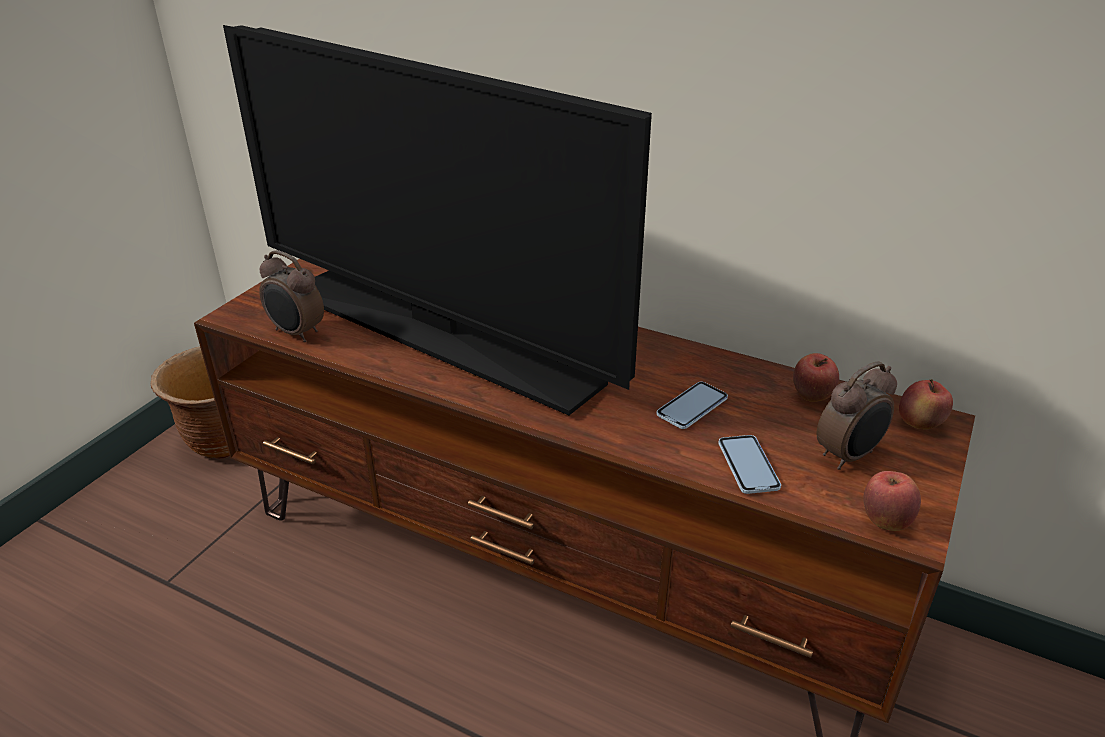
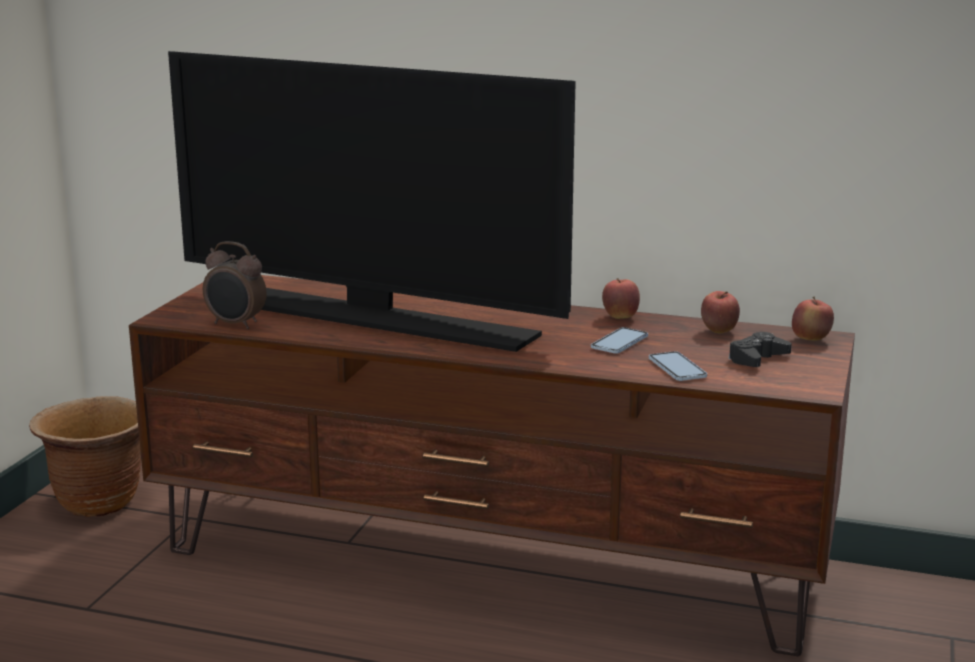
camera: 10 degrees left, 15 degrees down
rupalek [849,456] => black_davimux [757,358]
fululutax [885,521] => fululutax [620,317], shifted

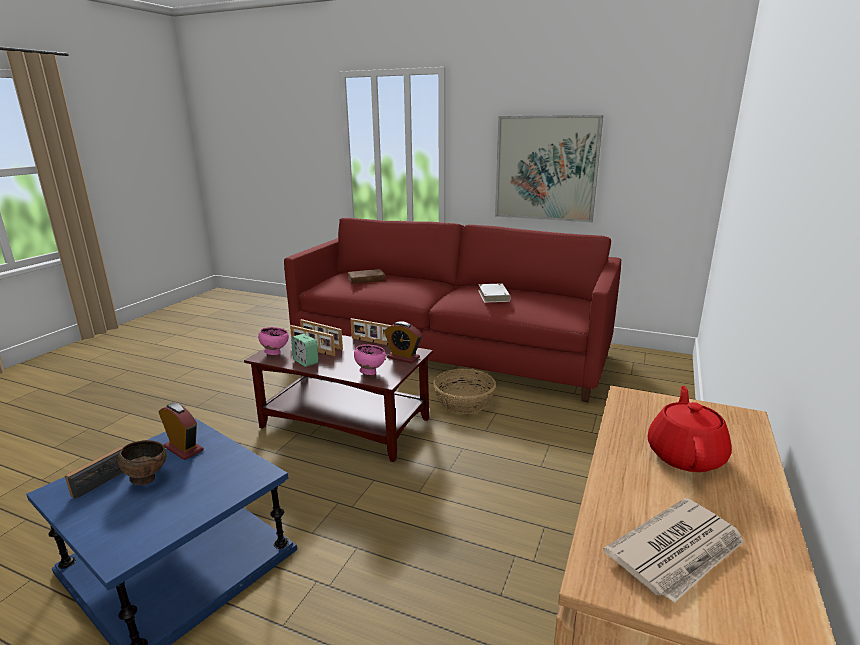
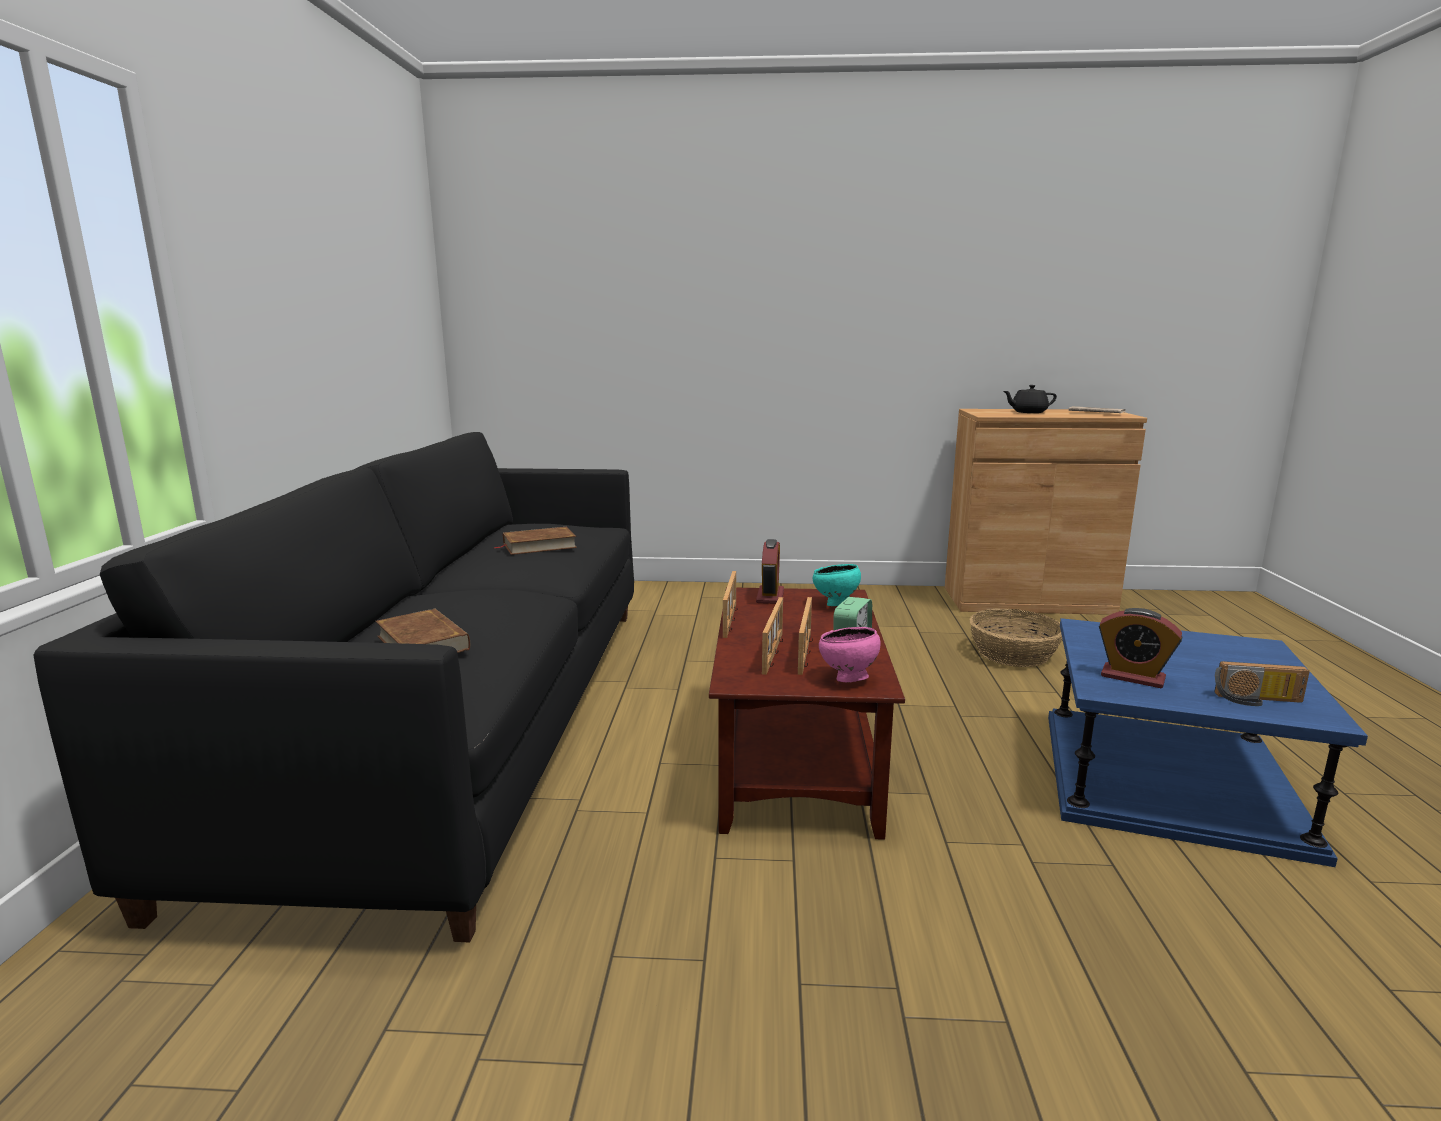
camera: 110 degrees left, 5 degrees down
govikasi [546,168] => nothing
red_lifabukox [450,351] => black_lifabukox [464,719]
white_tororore [494,296] => brown_tororore [539,545]
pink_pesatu [370,372] => turquoise_pesatu [835,605]
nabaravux [464,402] => nabaravux [1013,653], shifted
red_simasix [685,455] => black_simasix [1028,412]
rupalek [183,449] => rupalek [1132,677], 75 degrees counterclockwise
brown_pesatu [147,479] => nothing

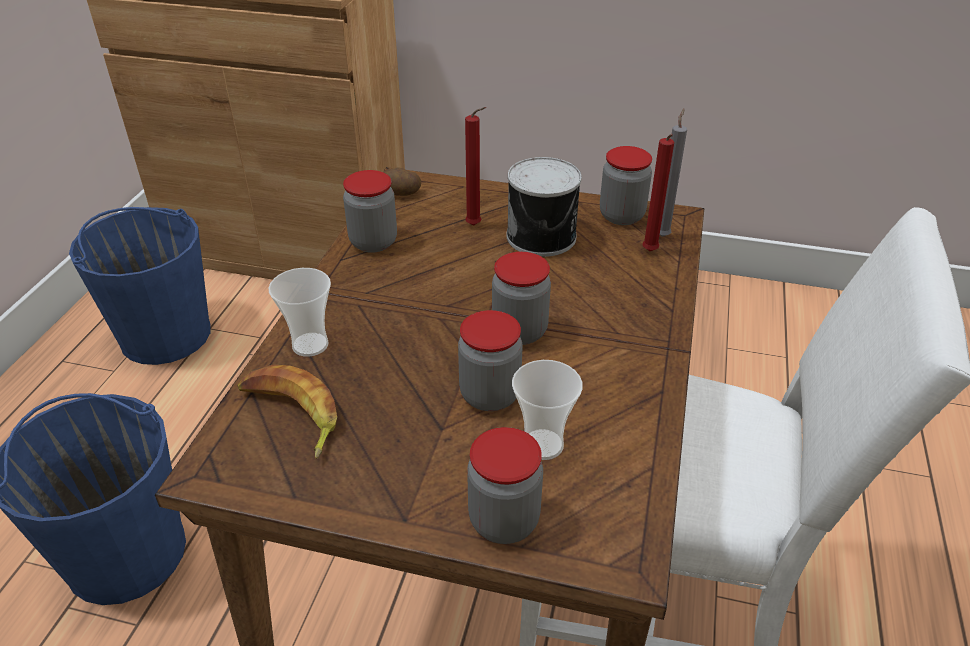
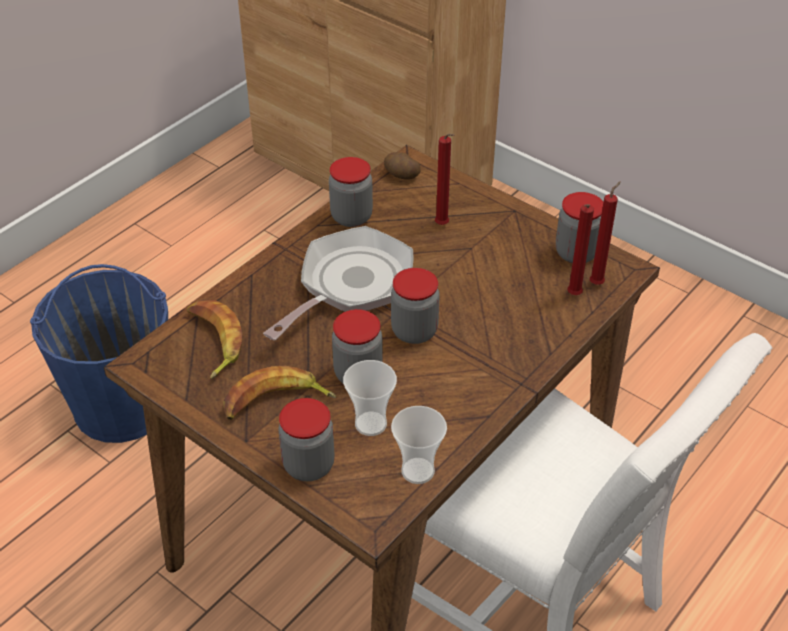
camera: 25 degrees right, 5 degrees up
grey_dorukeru [662,235] => red_dorukeru [598,283]
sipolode [543,237] => nothing
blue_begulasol [165,334] => nothing
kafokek [310,345] => kafokek [418,471], shifted
nothing => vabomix [350,285]
nothing => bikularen [276,402]

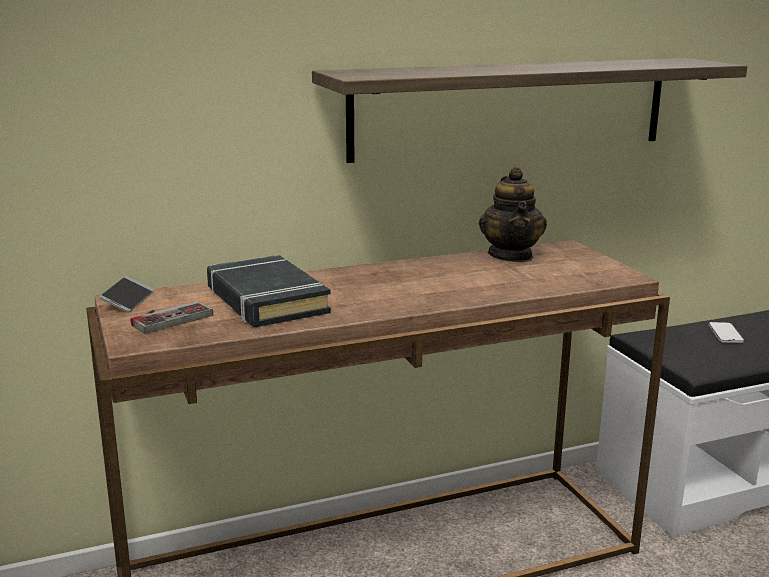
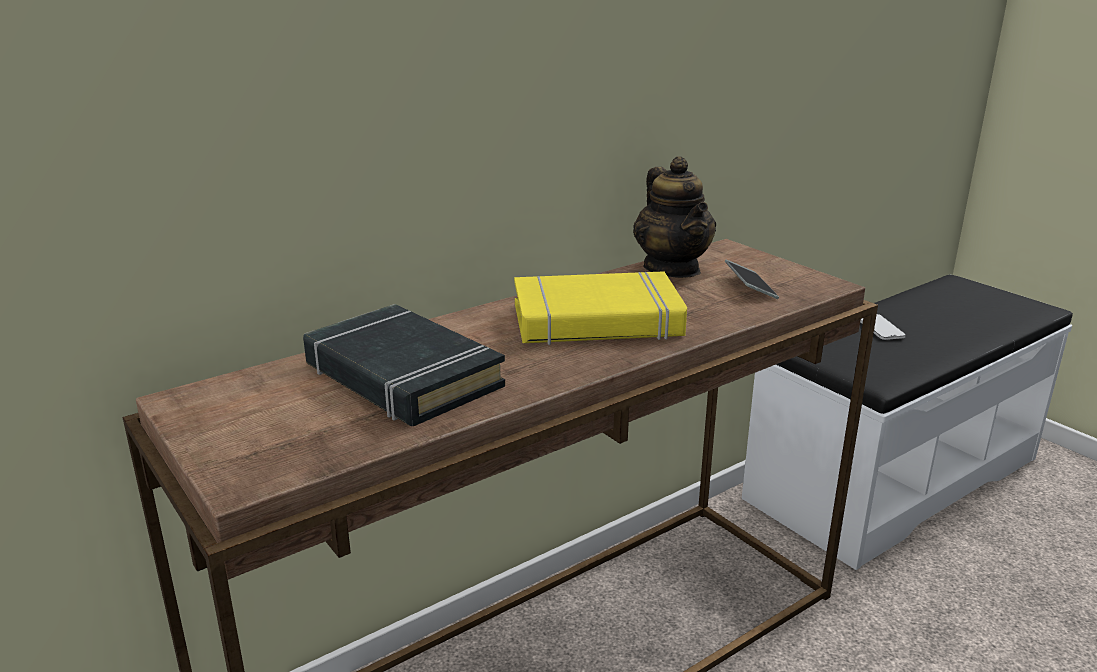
camera: 15 degrees left, 5 degrees up
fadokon [512,107] => nothing
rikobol [128,301] => rikobol [750,287], shifted
davimux [168,317] => nothing
nothing => yellow_tororore [597,321]

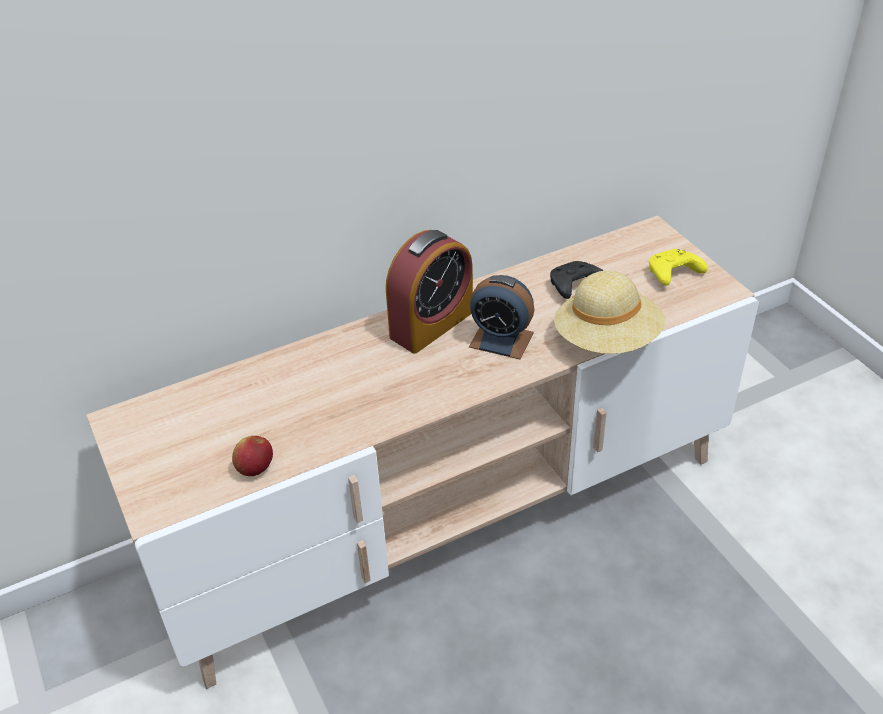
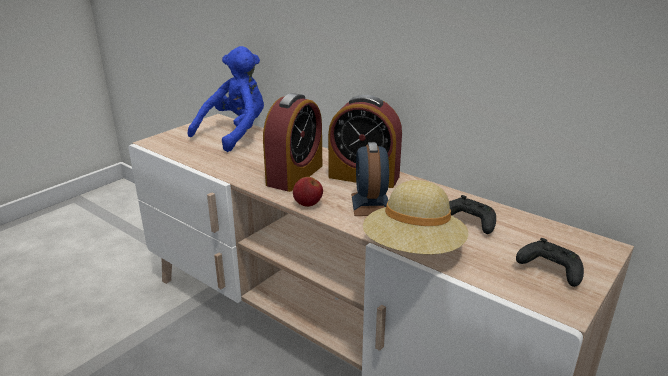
camera: 65 degrees right, 15 degrees down
yellow_davimux [672,275] => black_davimux [548,270]
fululutax [255,468] => fululutax [308,204], shifted
nothing => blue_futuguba [235,134]
nothing => rupalek [295,175]

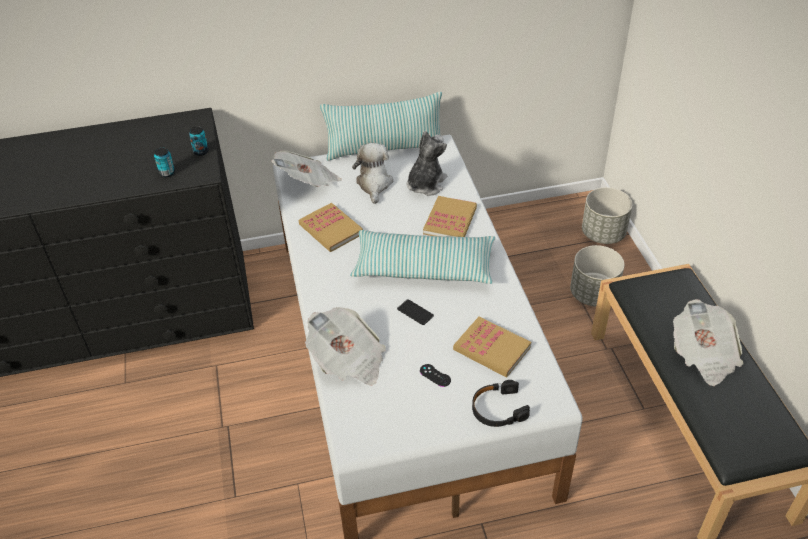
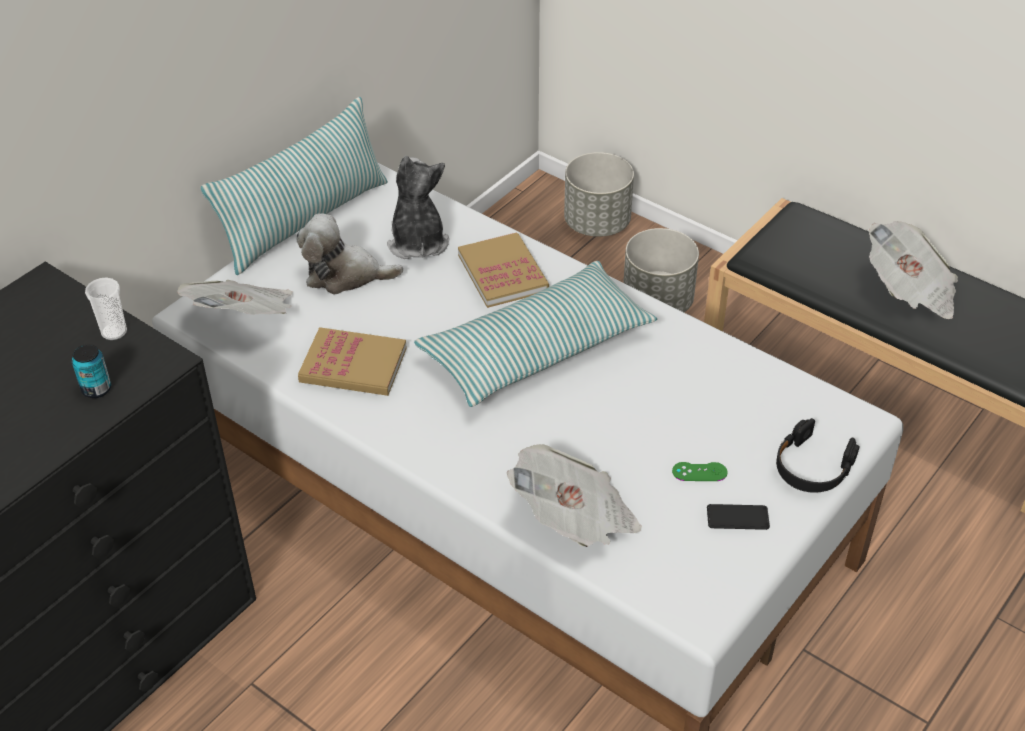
camera: 40 degrees left, 0 degrees up
sipolode [201,151] => kafokek [114,332]
futuguba [374,184] => futuguba [345,275], 45 degrees counterclockwise
rikobol [415,312] => rikobol [737,518], shifted
tororore [492,348] => nothing
black_davimux [435,375] => green_davimux [699,472]

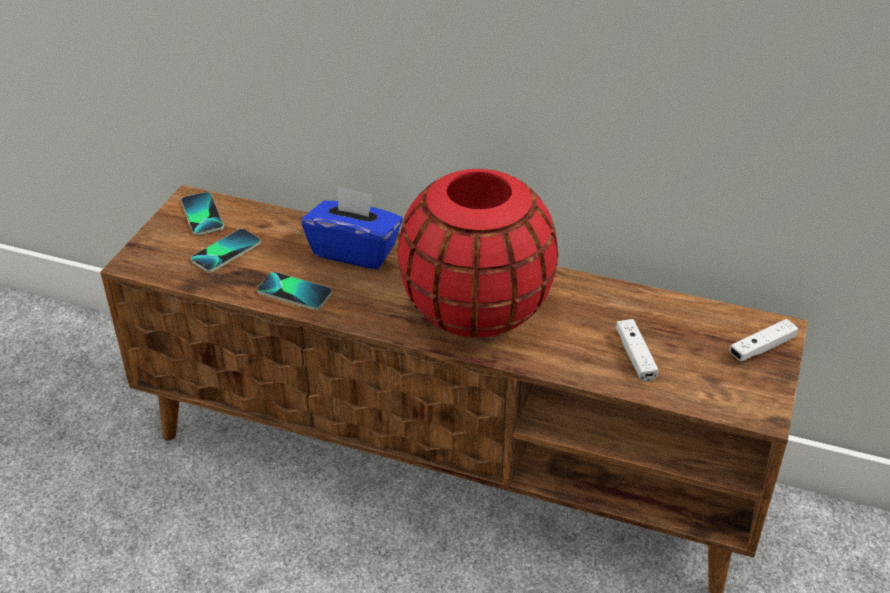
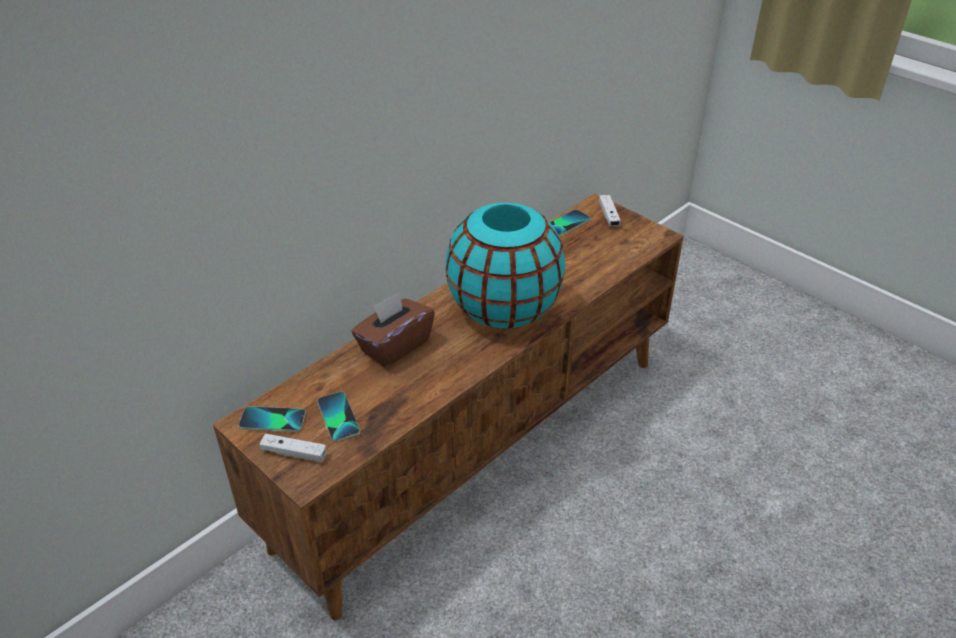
camera: 65 degrees left, 0 degrees up
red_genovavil [476,310] => turquoise_genovavil [503,308]
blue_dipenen [355,251] => brown_dipenen [394,346]
rikobol [294,292] => rikobol [567,224], shifted
white_davimux [635,356] => white_davimux [294,453], shifted

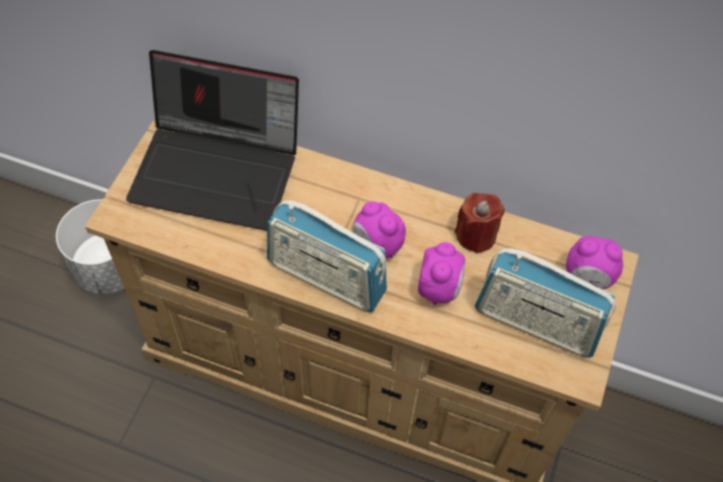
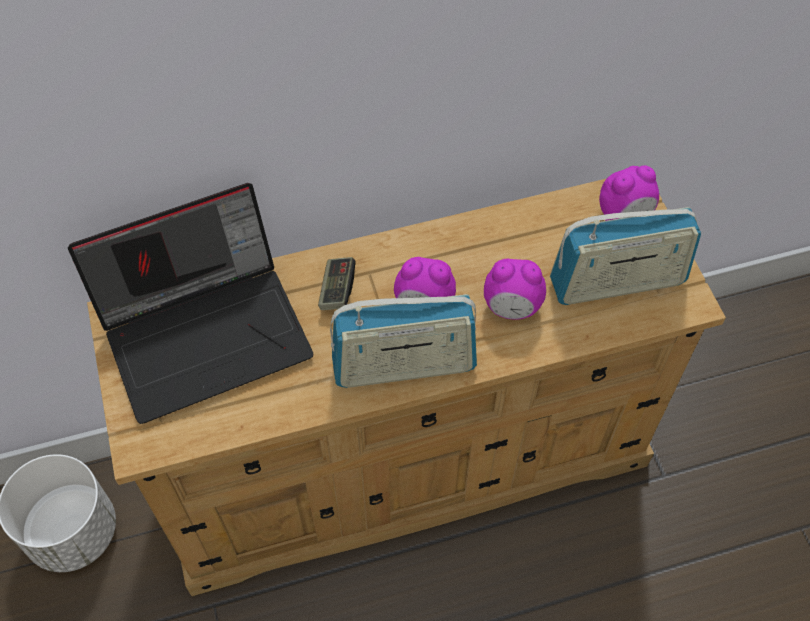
camera: 35 degrees left, 0 degrees up
red_dorukeru [476,235] => nothing
rupalek [439,288] => rupalek [511,307], 120 degrees clockwise
nothing => davimux [337,290]

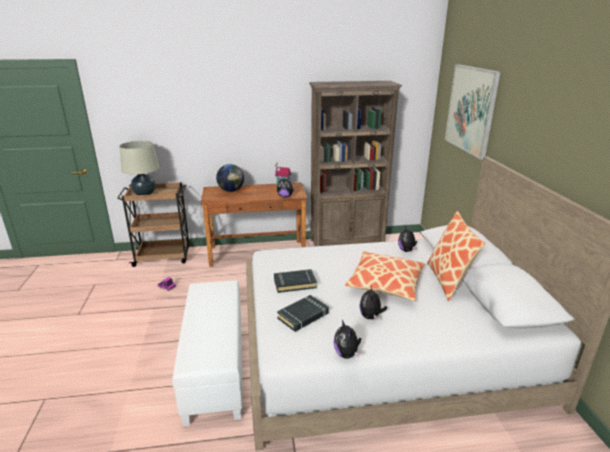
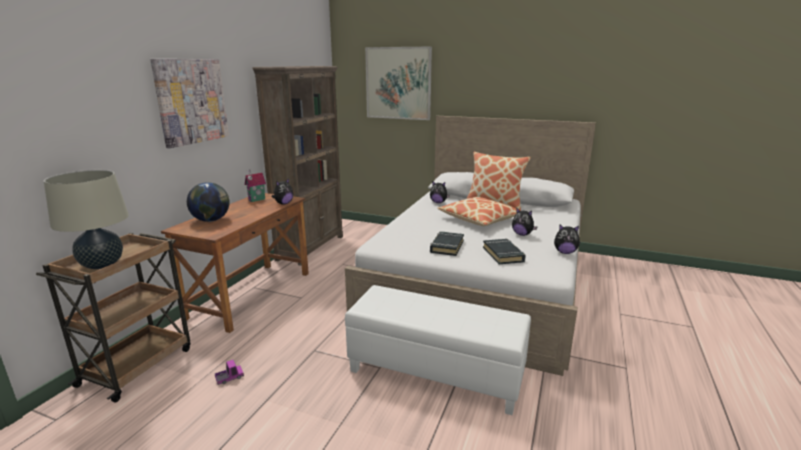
camera: 60 degrees left, 5 degrees down
nothing => govikasi [191,101]

